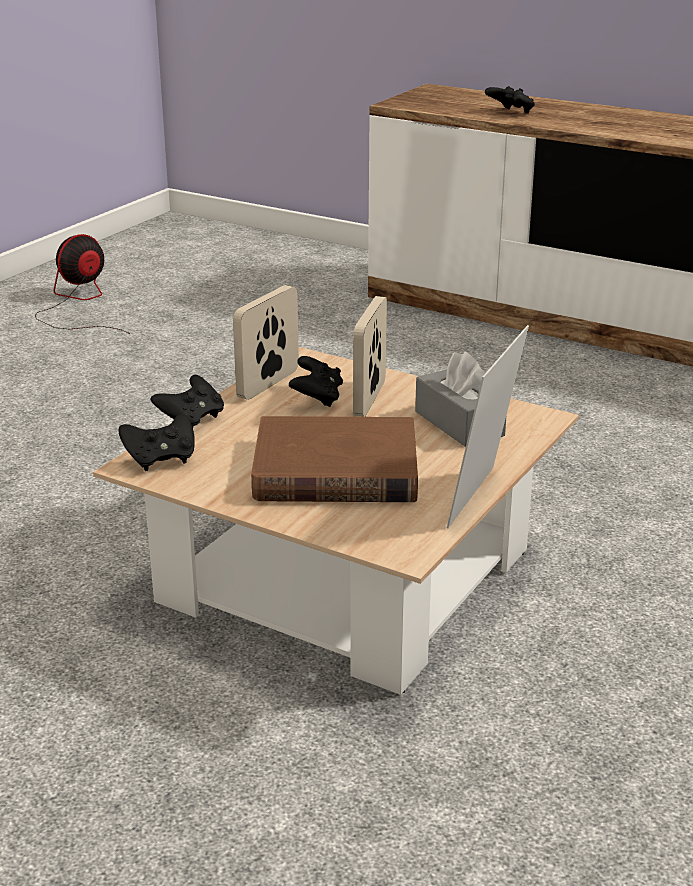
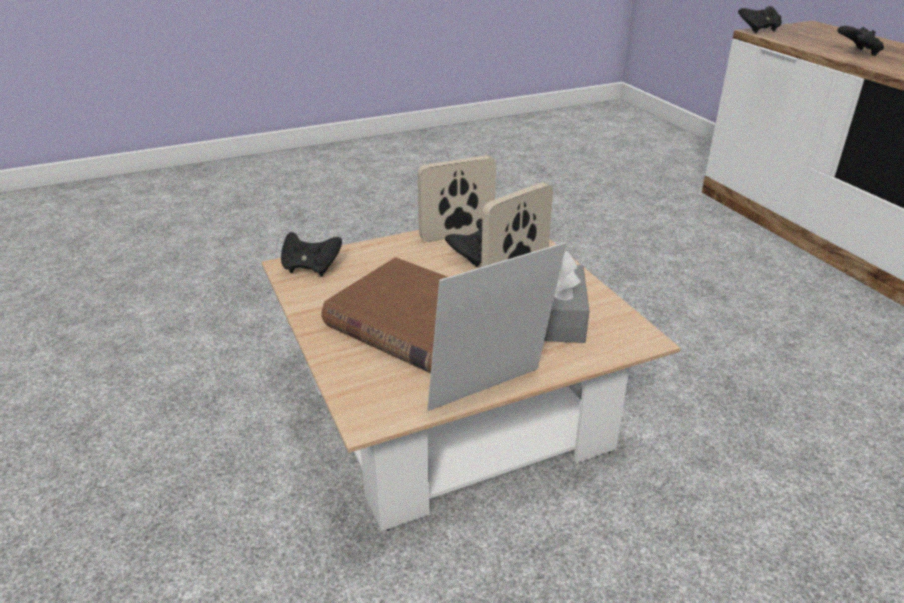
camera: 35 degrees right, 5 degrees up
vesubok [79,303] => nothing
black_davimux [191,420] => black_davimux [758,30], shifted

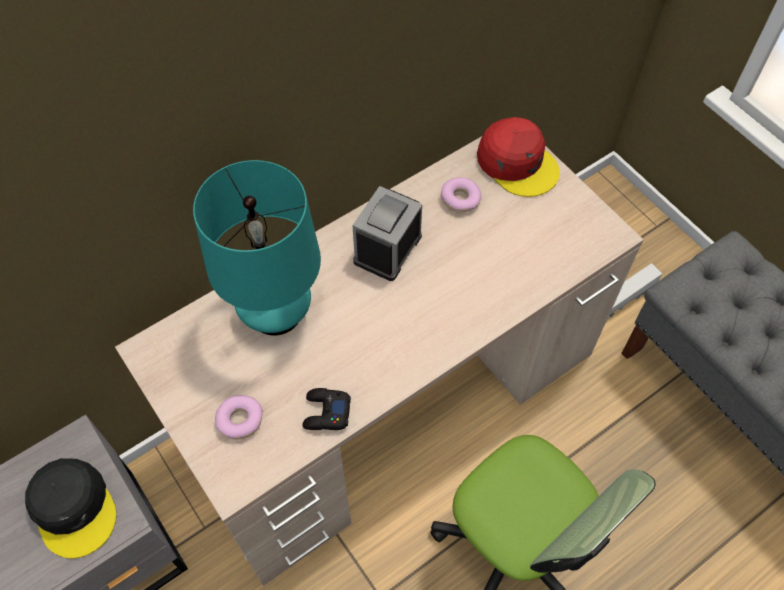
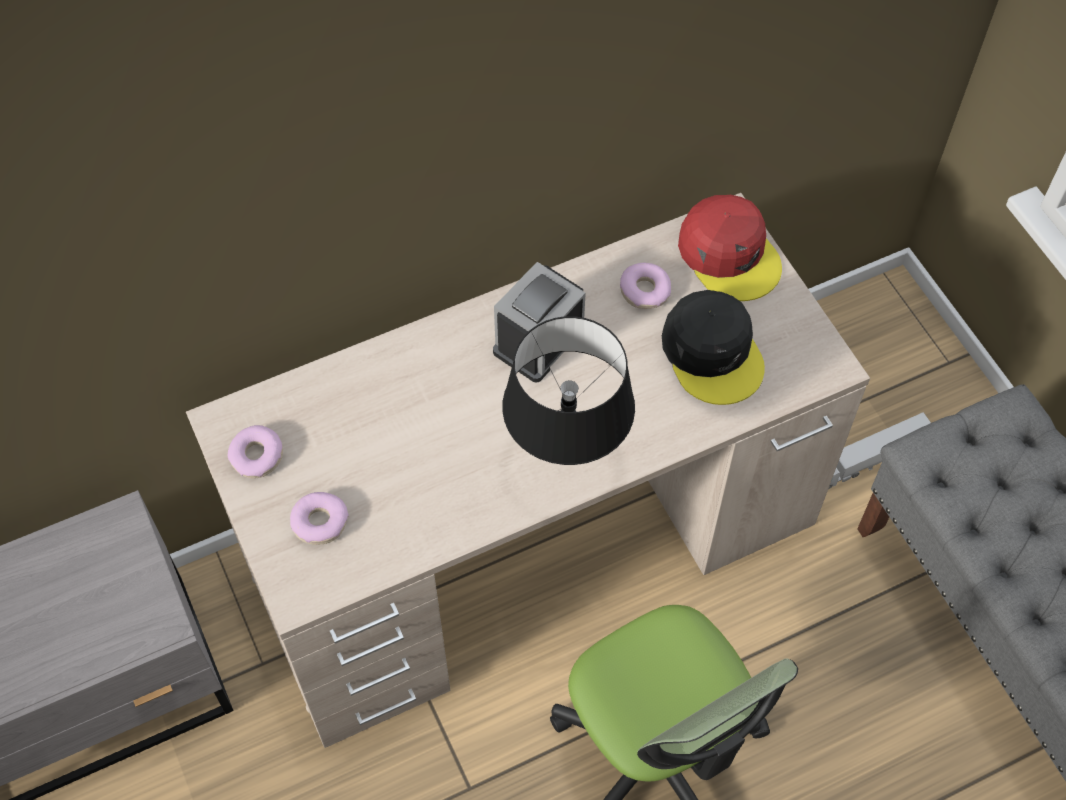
camera: 10 degrees right, 0 degrees up
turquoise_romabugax [276,312] => nothing
black_davimux [326,413] => nothing
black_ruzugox [74,508] => black_ruzugox [713,353], shifted
nothing => black_romabugax [567,464]
nothing => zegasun [257,456]

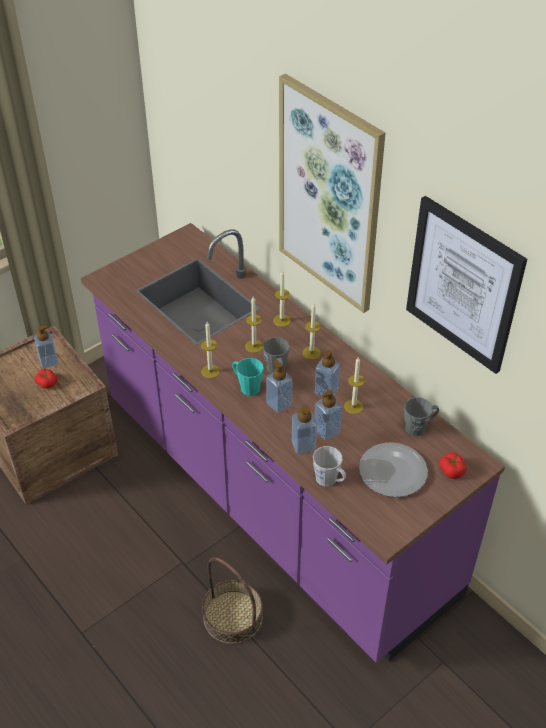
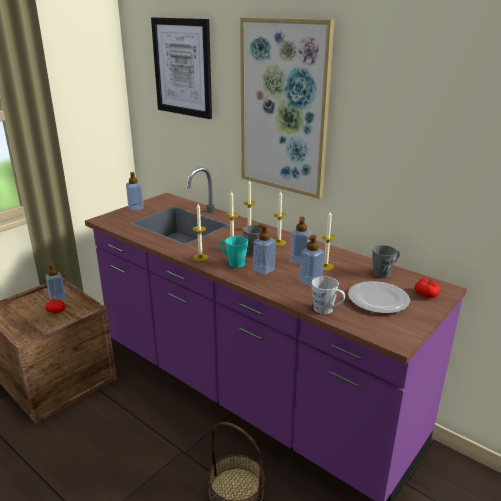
camera: 10 degrees left, 20 degrees down
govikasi [463,285] => govikasi [182,67], shifted
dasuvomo [303,445] => dasuvomo [136,208], shifted

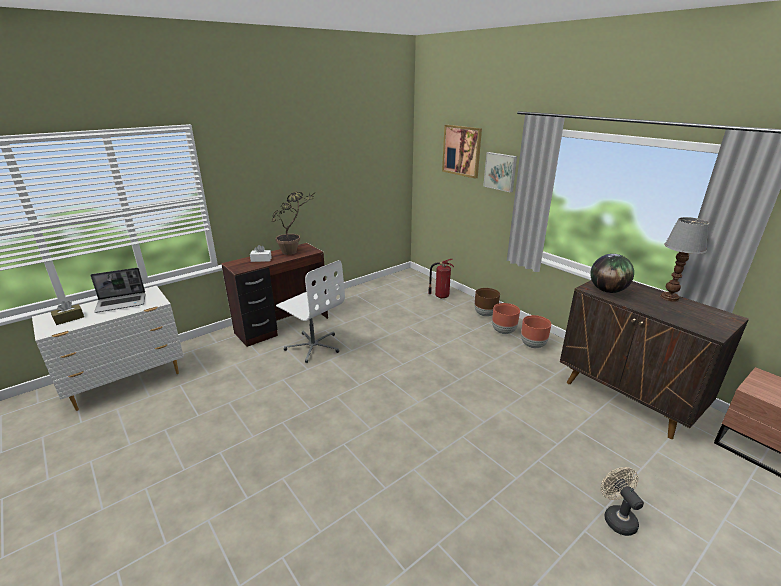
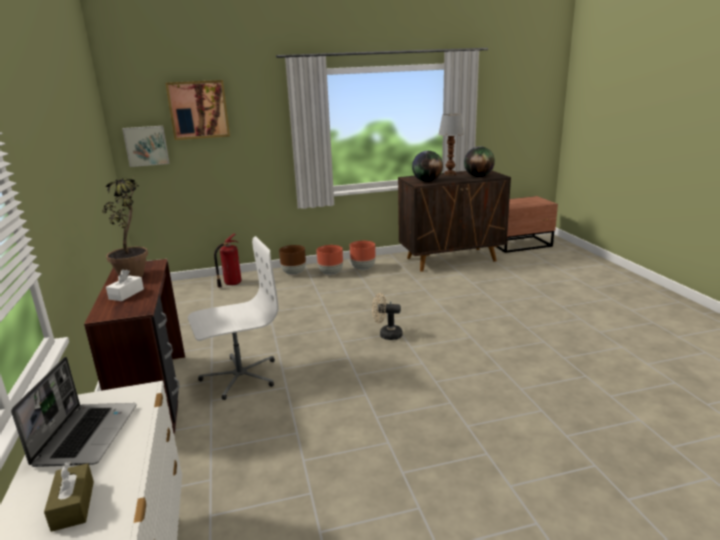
camera: 65 degrees left, 5 degrees down
govikasi [500,171] => govikasi [146,146], shifted
beige_vesubok [616,517] => beige_vesubok [386,335], shifted
nothing => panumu [478,176]

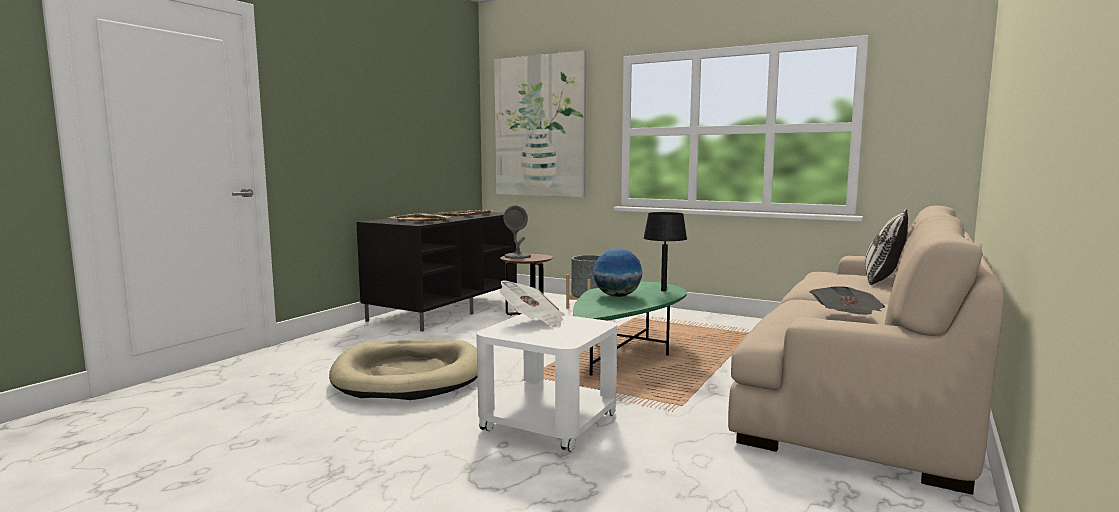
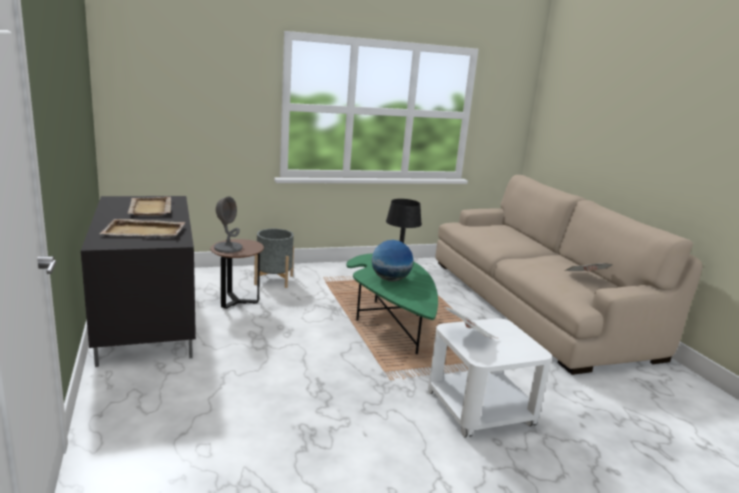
camera: 50 degrees left, 10 degrees up
govikasi [539,126] => nothing
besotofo [883,281] => nothing
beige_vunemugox [409,375] => nothing

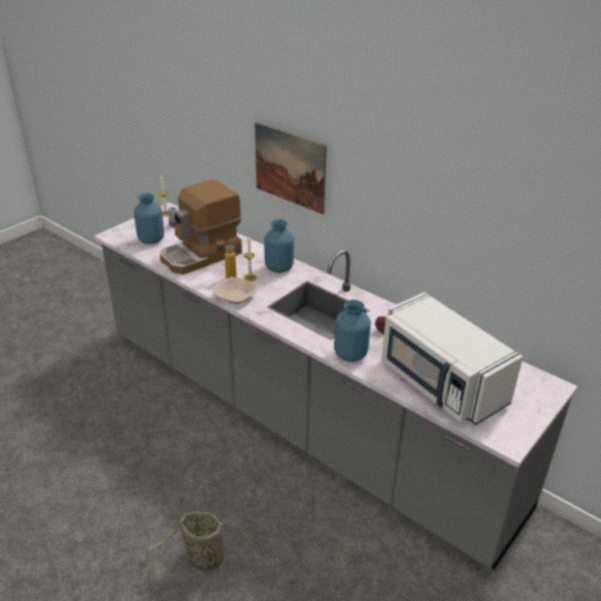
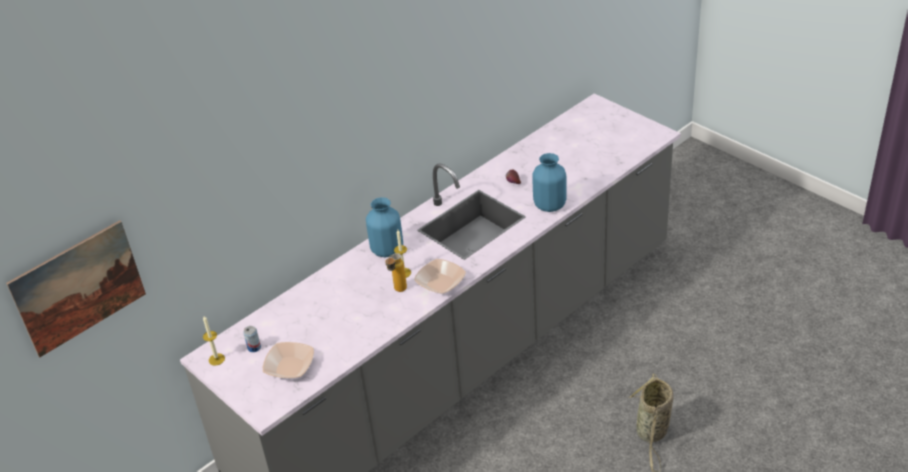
camera: 80 degrees left, 5 degrees up
govikasi [290,167] => govikasi [79,288], shifted
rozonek [201,255] => nothing
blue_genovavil [151,239] => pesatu [290,367]
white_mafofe [440,383] => nothing

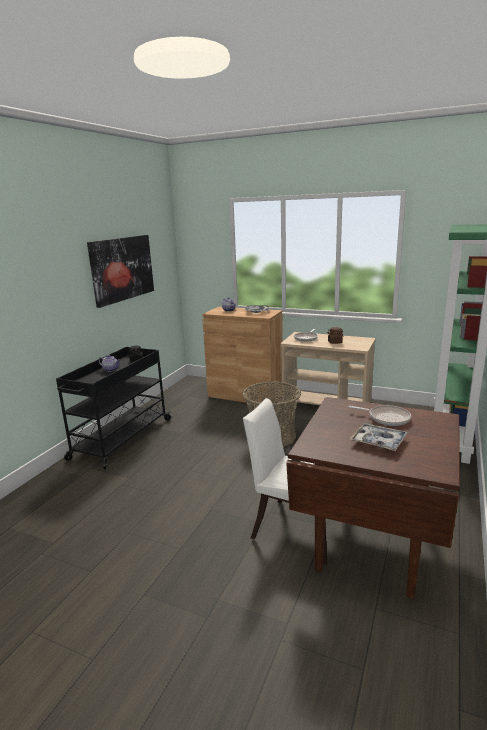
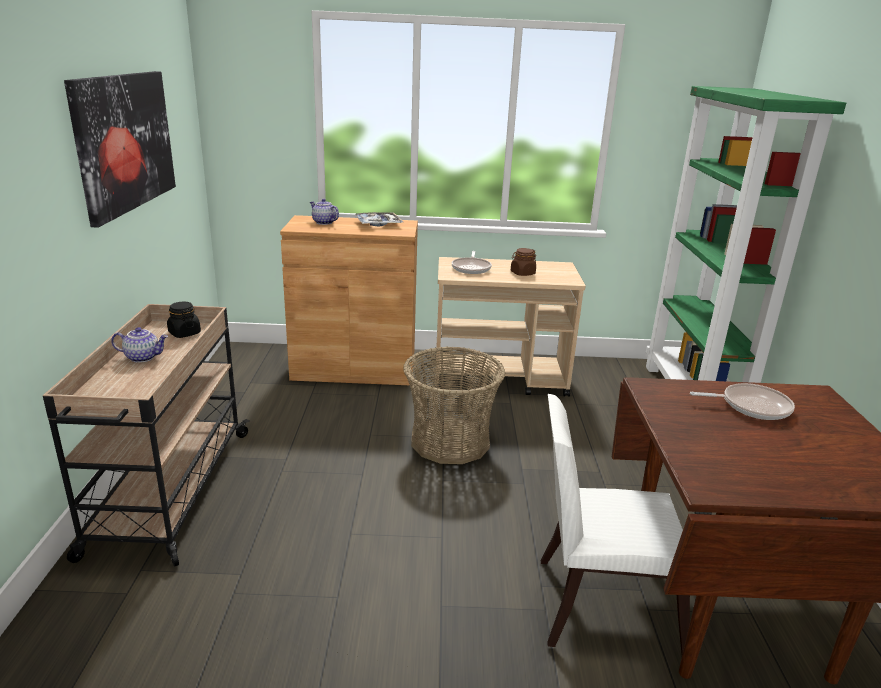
camera: 25 degrees left, 5 degrees up
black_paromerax [121,439] => beige_paromerax [169,492]
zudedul [378,442] => nothing

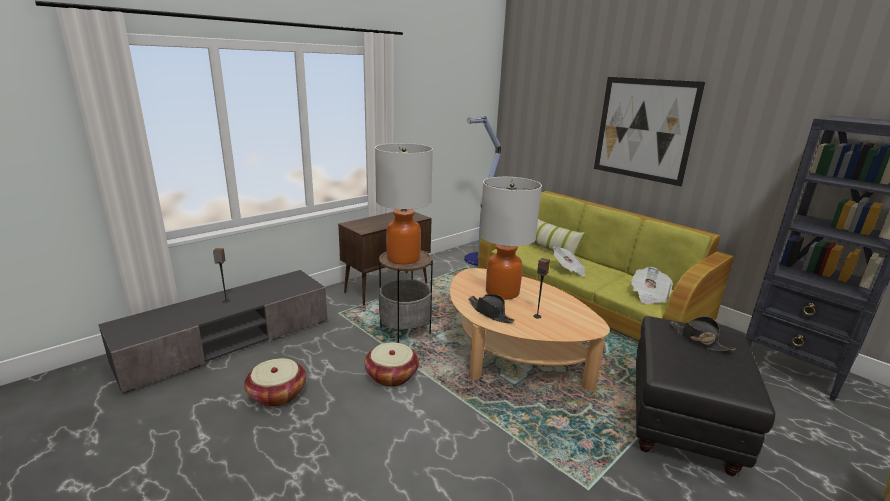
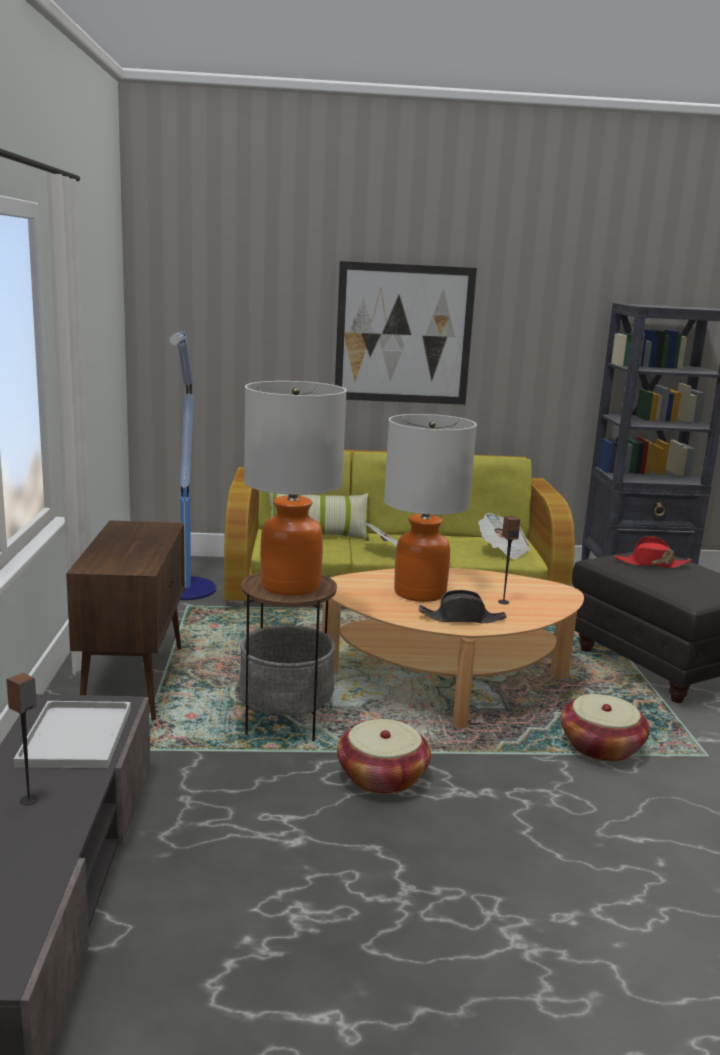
camera: 50 degrees left, 5 degrees down
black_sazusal [699,340] => red_sazusal [651,564]
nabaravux [277,394] => nabaravux [601,747], shifted
nothing => white_zudedul [75,735]

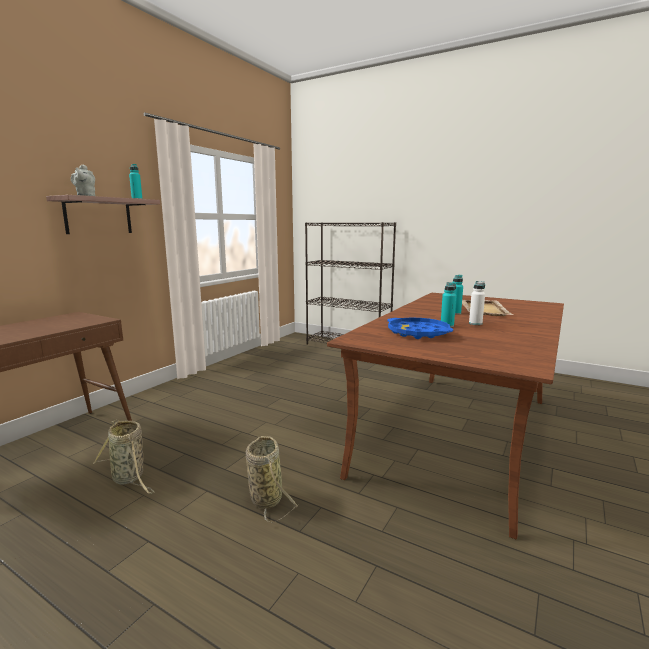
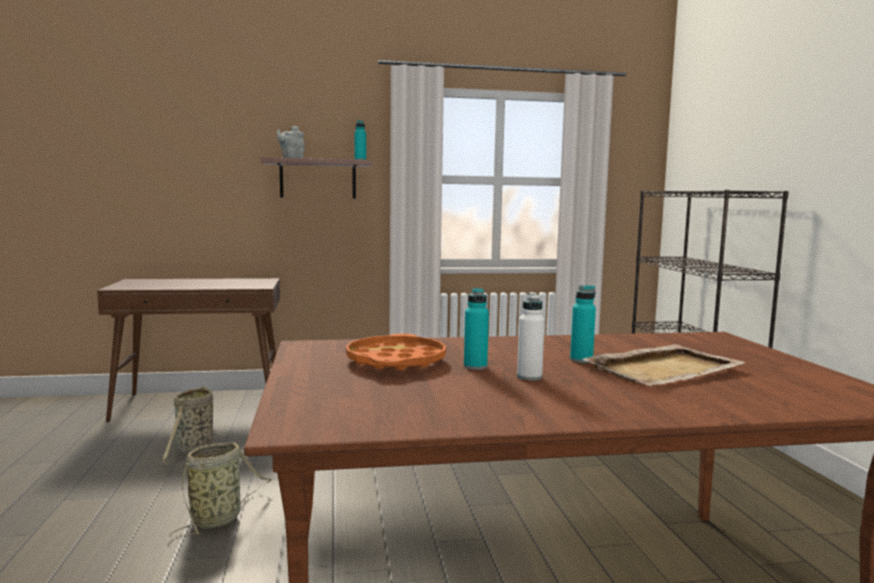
camera: 50 degrees right, 5 degrees down
blue_zudedul [418,333] => orange_zudedul [395,361]

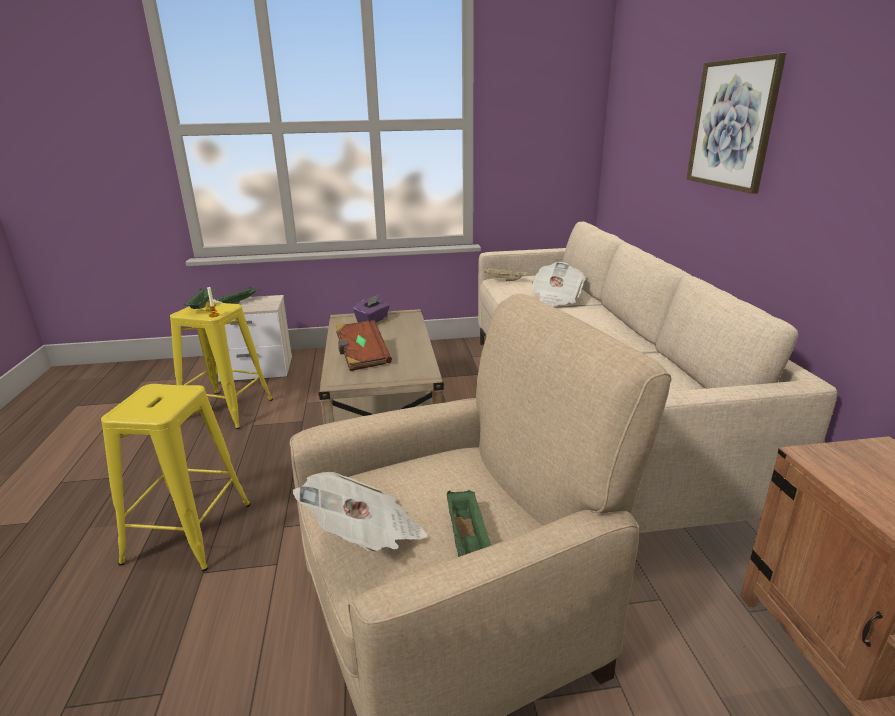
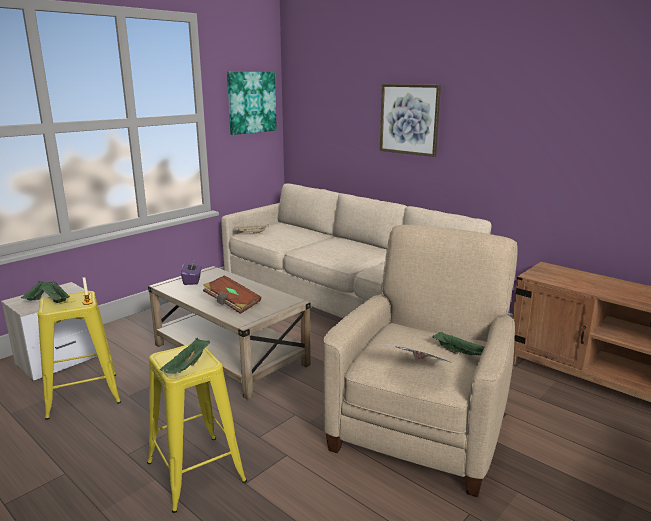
camera: 40 degrees left, 5 degrees down
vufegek [556,299] => nothing
nothing => govikasi [251,102]
nothing => green_zudedul [187,366]

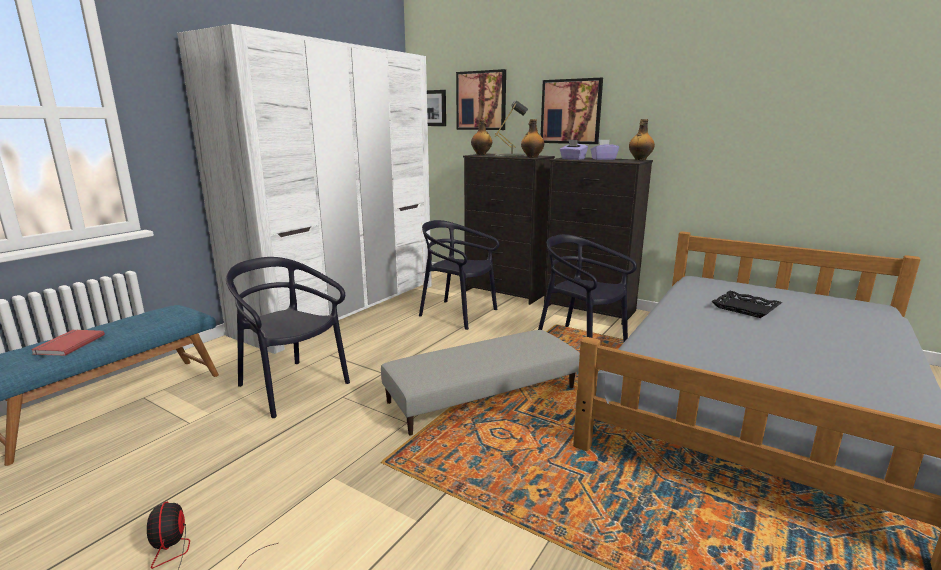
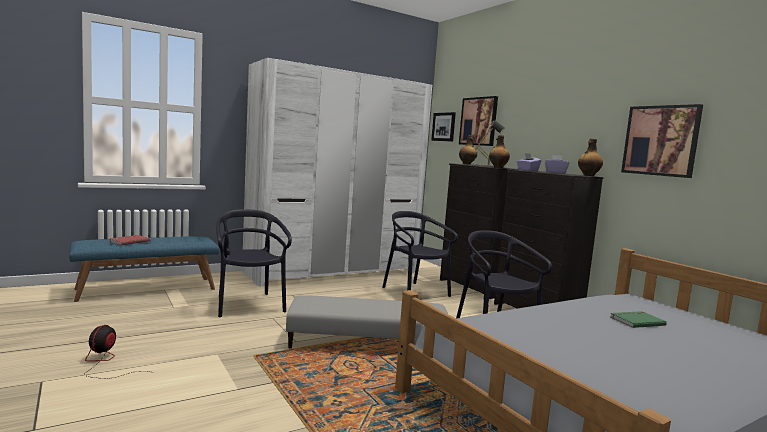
camera: 25 degrees right, 10 degrees down
govikasi [571,111] => govikasi [660,140], shifted
black_zudedul [745,308] => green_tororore [636,321]

